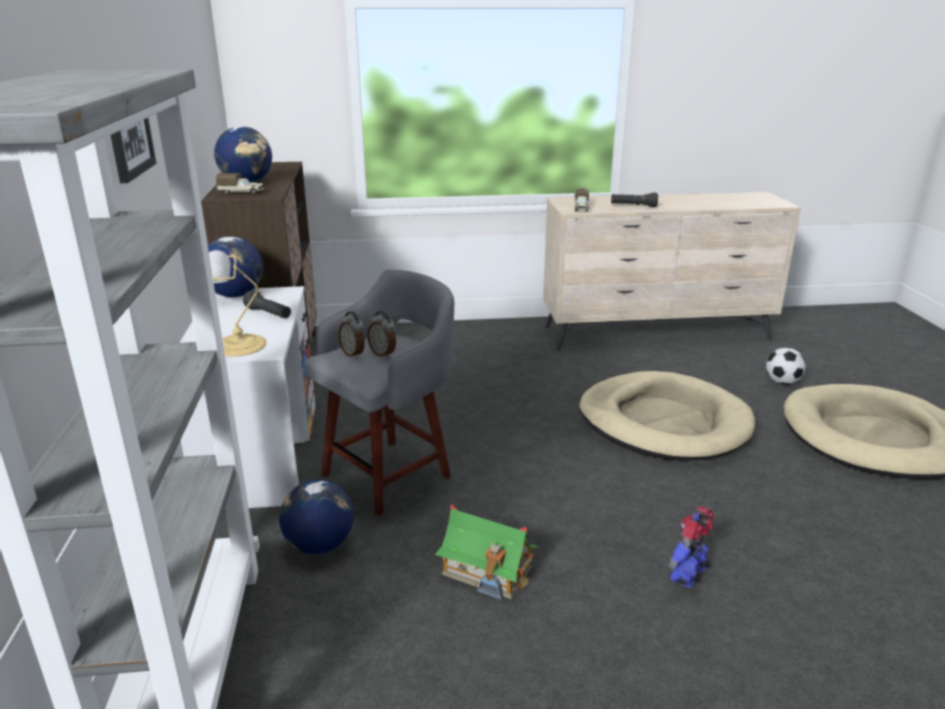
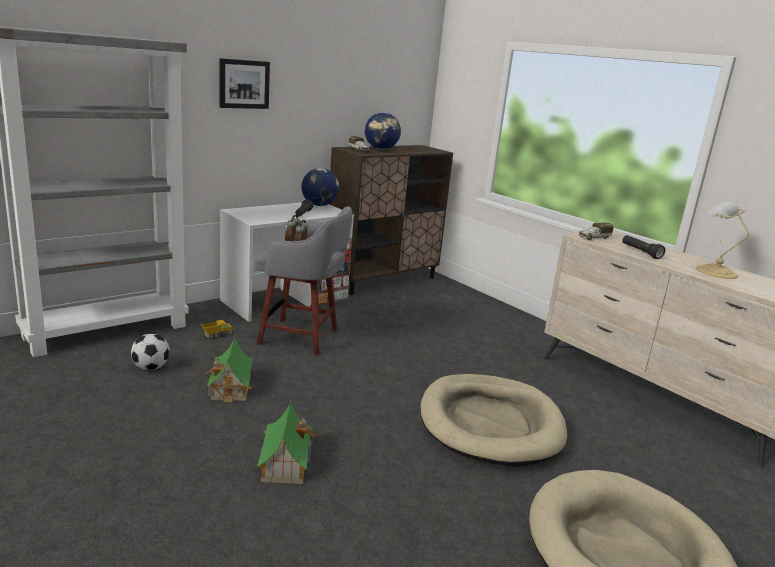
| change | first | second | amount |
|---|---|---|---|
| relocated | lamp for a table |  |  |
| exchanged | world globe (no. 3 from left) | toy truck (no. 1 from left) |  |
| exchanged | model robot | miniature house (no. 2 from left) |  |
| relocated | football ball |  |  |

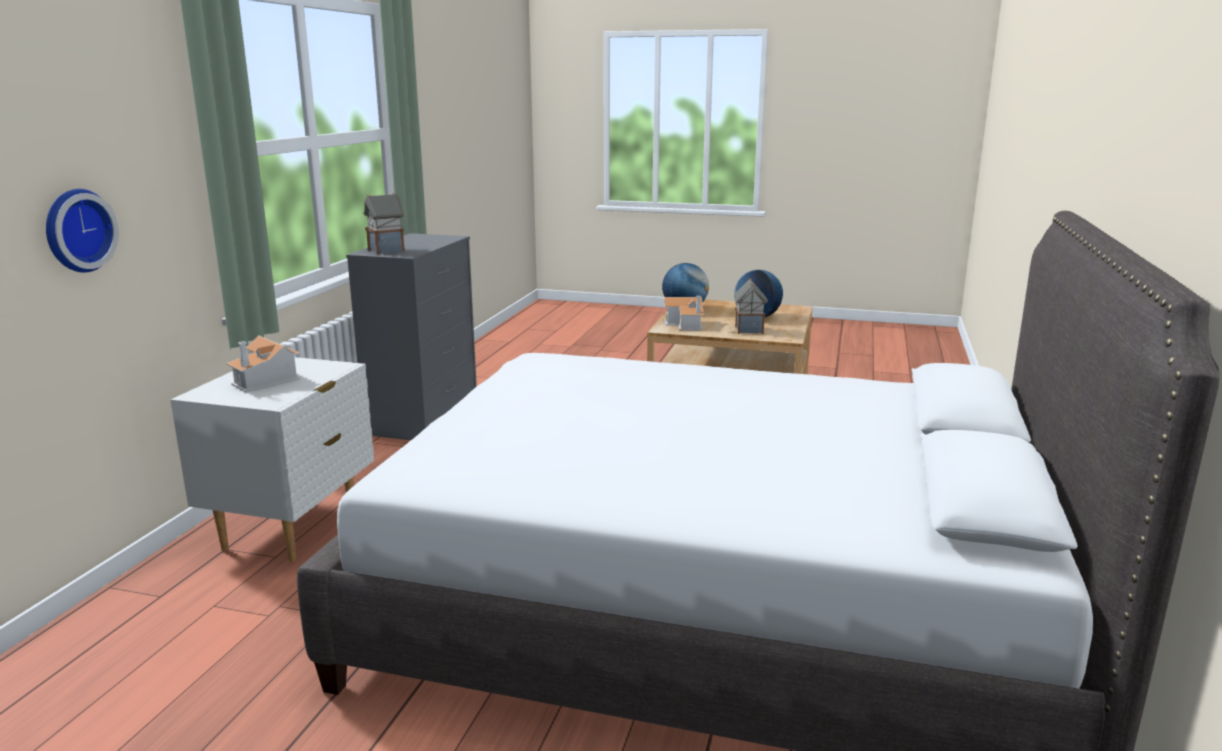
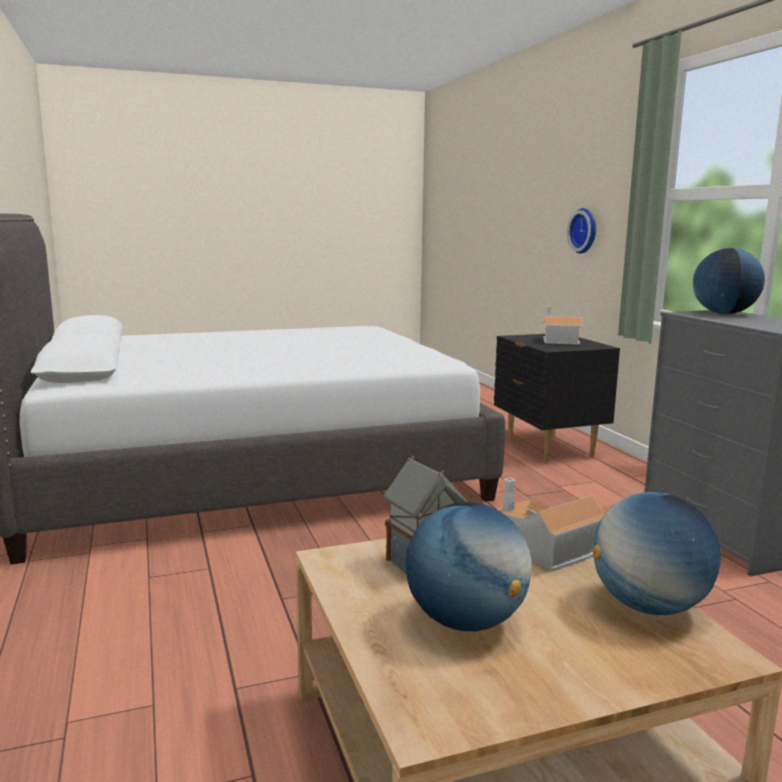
| change | first | second | amount |
|---|---|---|---|
| colour | whitish nightstand | black-coloured nightstand |  |
| exchanged | miniature house (no. 2 from left) | world globe (no. 3 from left) |  |

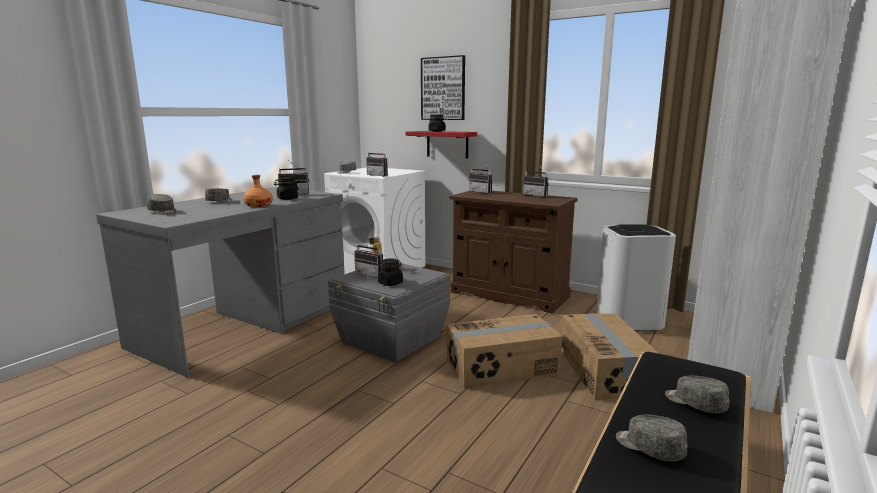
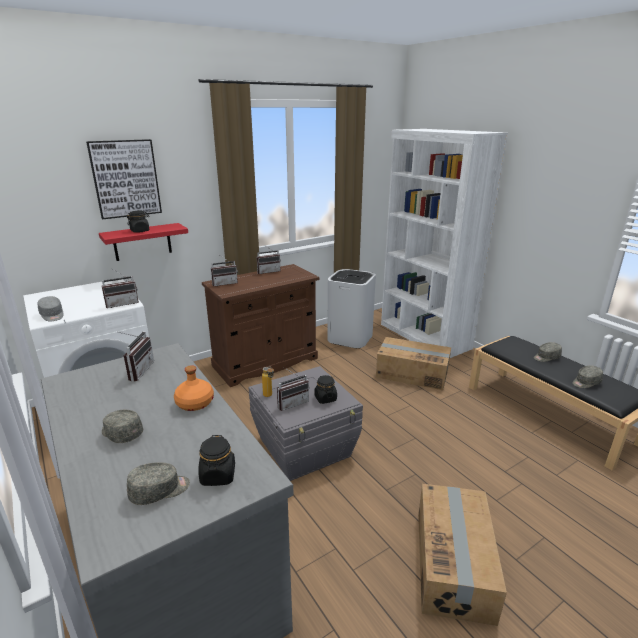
| change | first | second | amount |
|---|---|---|---|
| relocated | black-coloured storage jar (no. 1 from left in the first image) | black-coloured storage jar (no. 2 from left) |  |
| relocated | cardboard box (no. 1 from left in the first image) | cardboard box (no. 2 from left) |  |

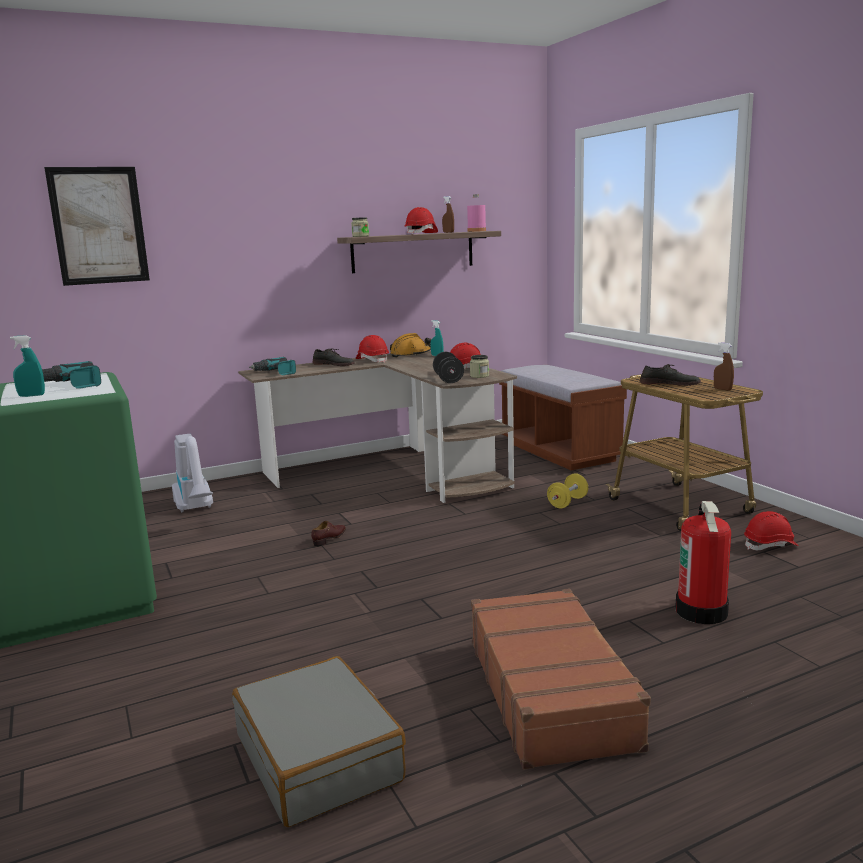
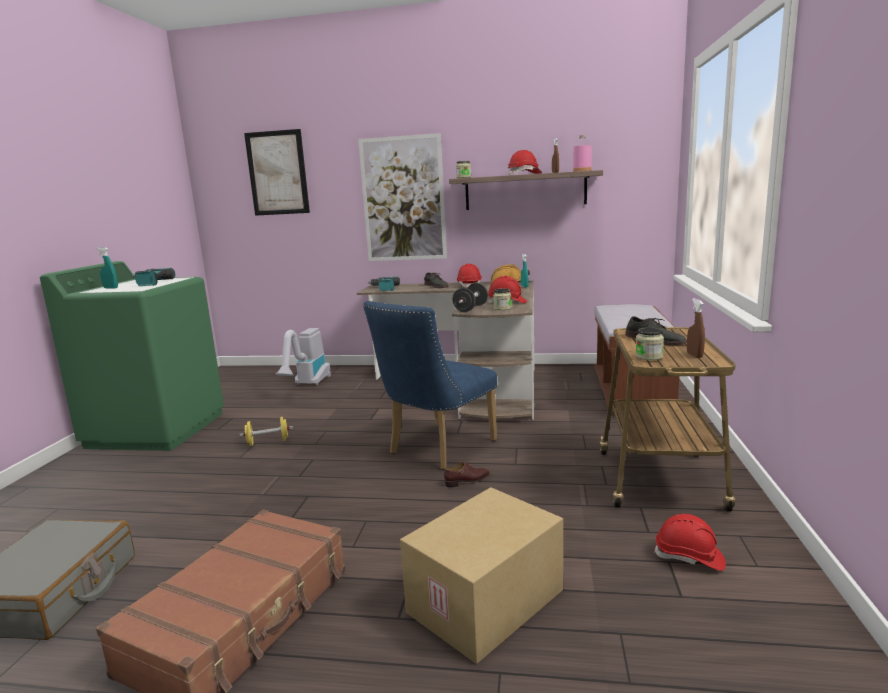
| change | first | second | amount |
|---|---|---|---|
| relocated | brown low shoe |  |  |
| relocated | yellow free weight |  |  |
| exchanged | extinguisher | cardboard box |  |
| appeared |  | wall picture (no. 2 from left) |  |
| appeared |  | blue-coloured upright chair |  |
| appeared |  | storage jar (no. 3 from left) |  |

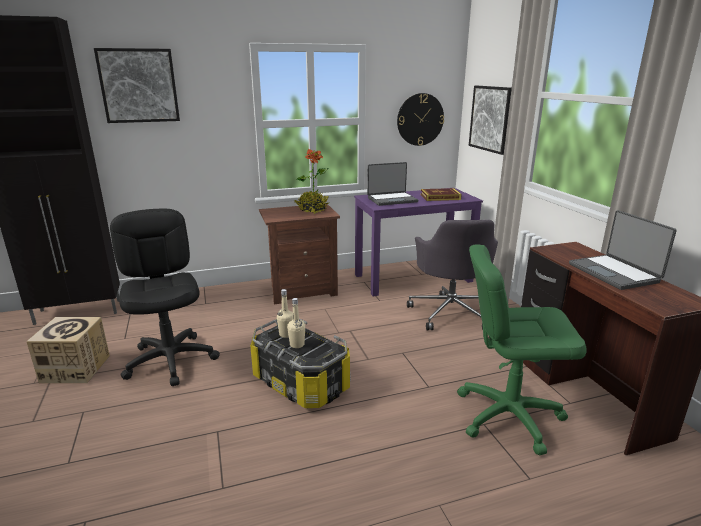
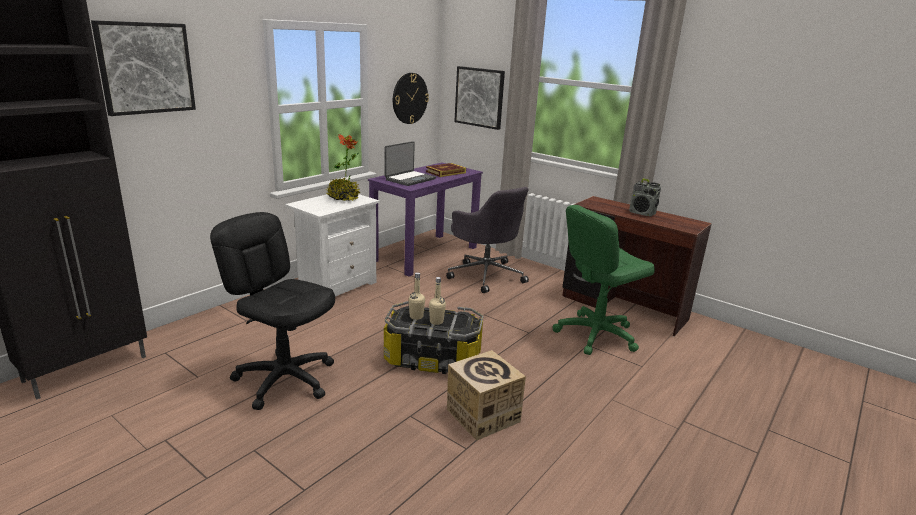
| change | first | second | amount |
|---|---|---|---|
| relocated | cardboard box |  |  |
| colour | brown nightstand | whitish nightstand |  |
| exchanged | laptop (no. 2 from left) | radio receiver |  |

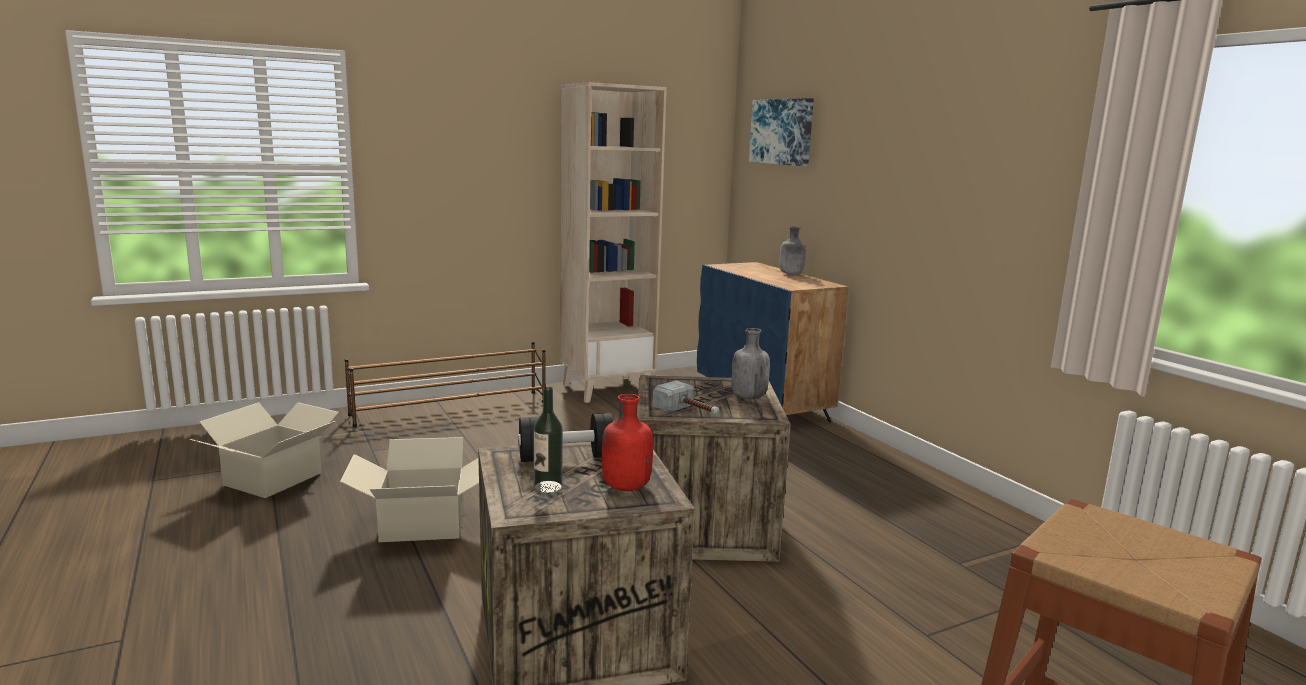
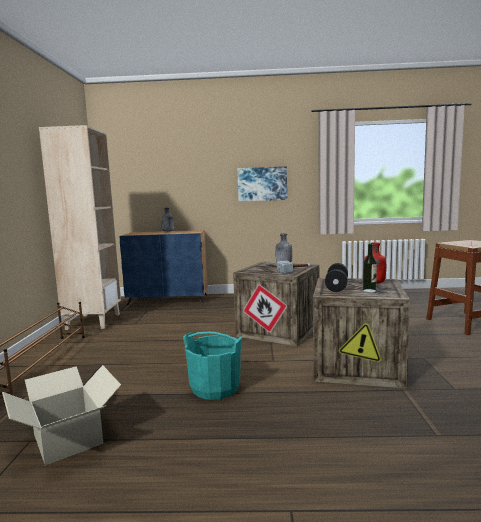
| change | first | second | amount |
|---|---|---|---|
| exchanged | cardboard box (no. 2 from left) | blue-green bucket |  |
| relocated | wall picture |  |  |

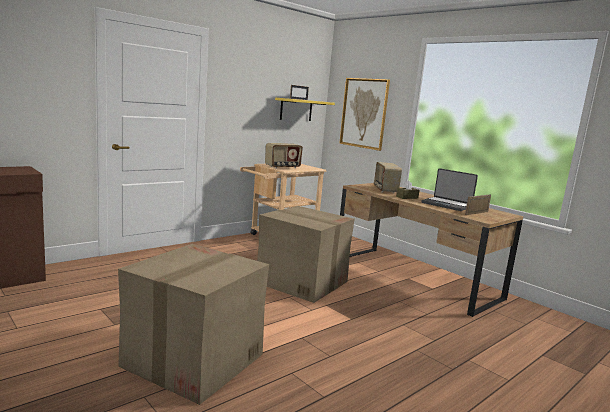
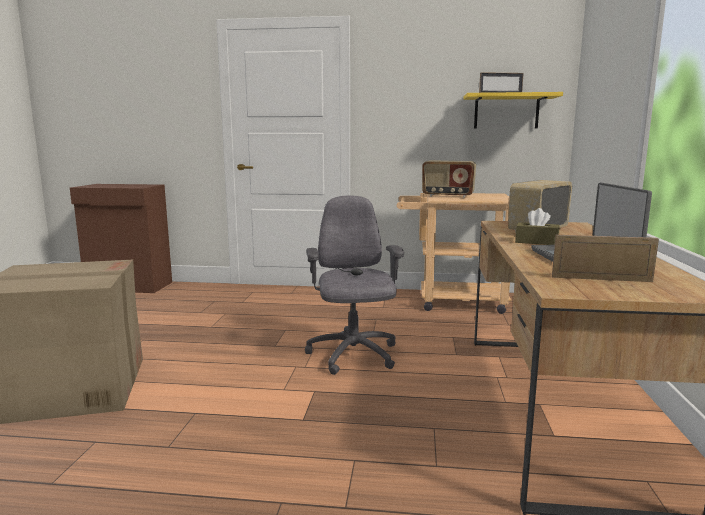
| change | first | second | amount |
|---|---|---|---|
| exchanged | cardboard box (no. 2 from left) | grey computer chair |  |
| missing | wall picture |  |  |

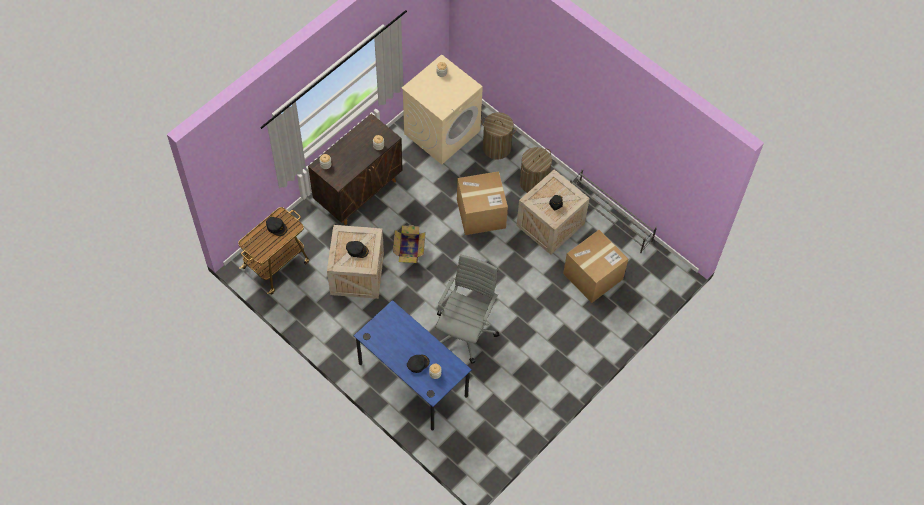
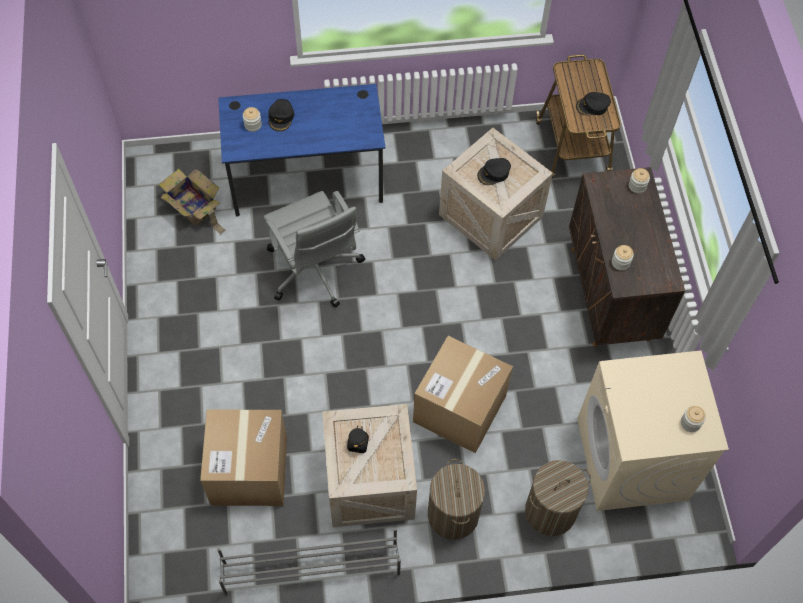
| change | first | second | amount |
|---|---|---|---|
| relocated | cardboard box (no. 1 from left) |  |  |

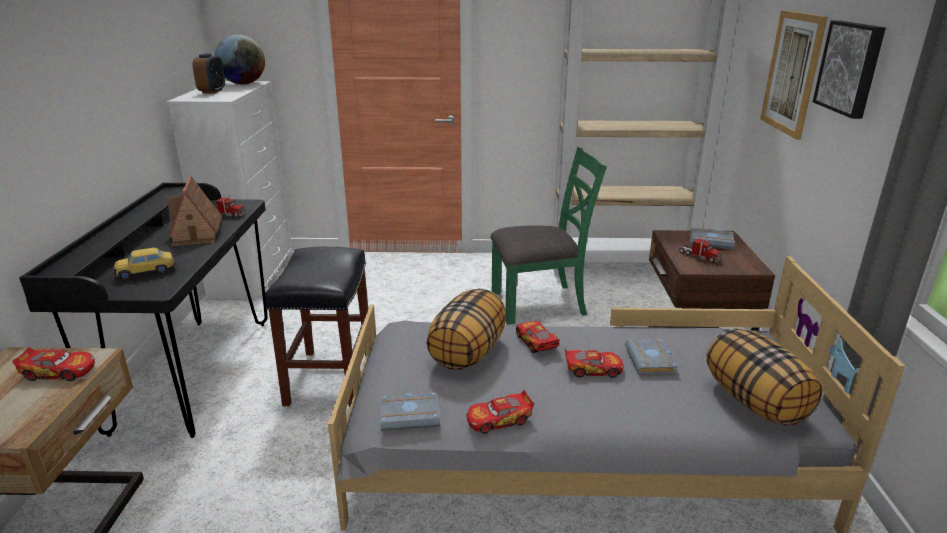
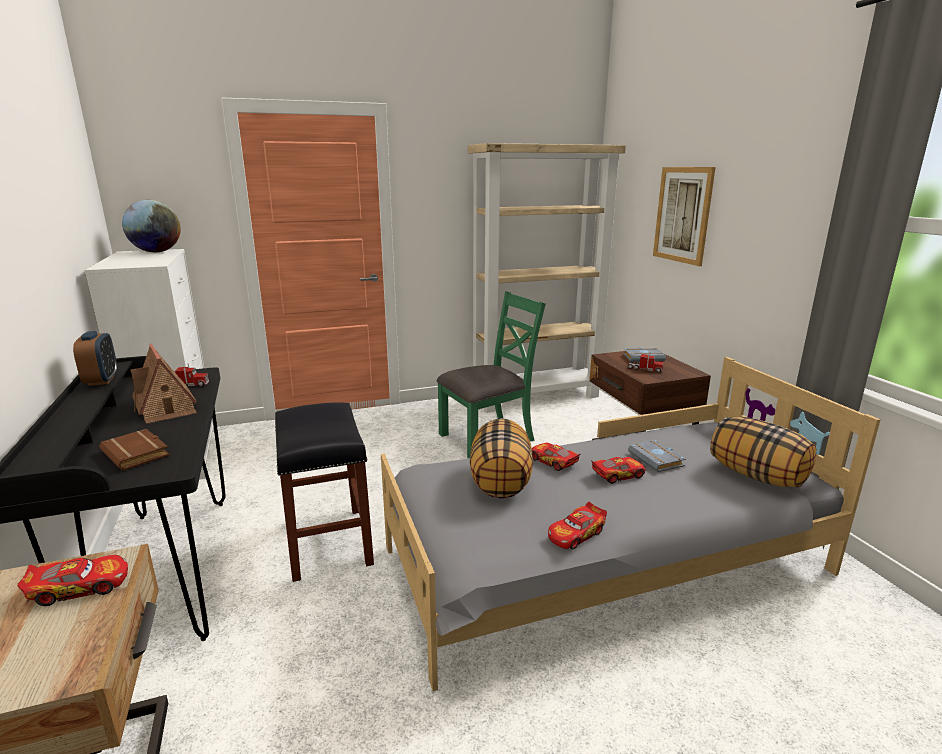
| change | first | second | amount |
|---|---|---|---|
| exchanged | toy car (no. 2 from left) | brown bound book |  |
| relocated | alarm clock |  |  |
| missing | grey bound book (no. 1 from left) |  |  |
| missing | wall picture (no. 2 from left) |  |  |

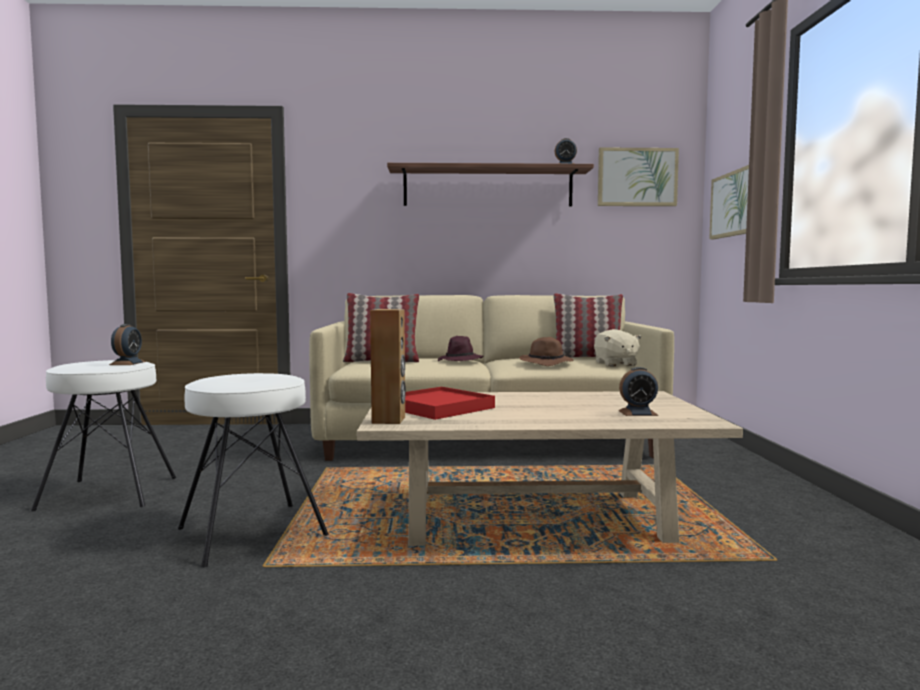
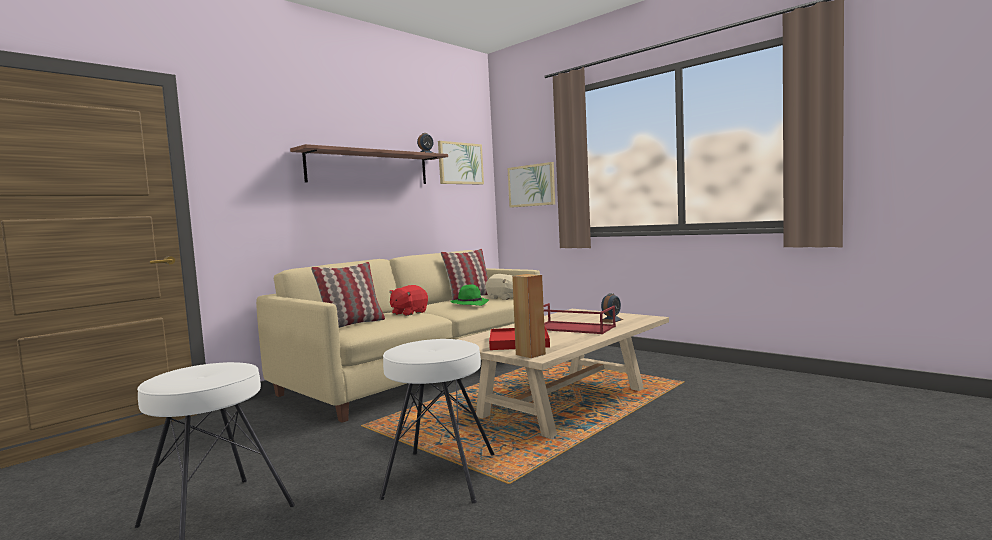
| change | first | second | amount |
|---|---|---|---|
| missing | alarm clock (no. 1 from left) |  |  |
| exchanged | purple wearable hat | red cuddly toy |  |
| colour | brown wearable hat | green wearable hat |  |
| appeared |  | red tray (no. 2 from left) |  |

